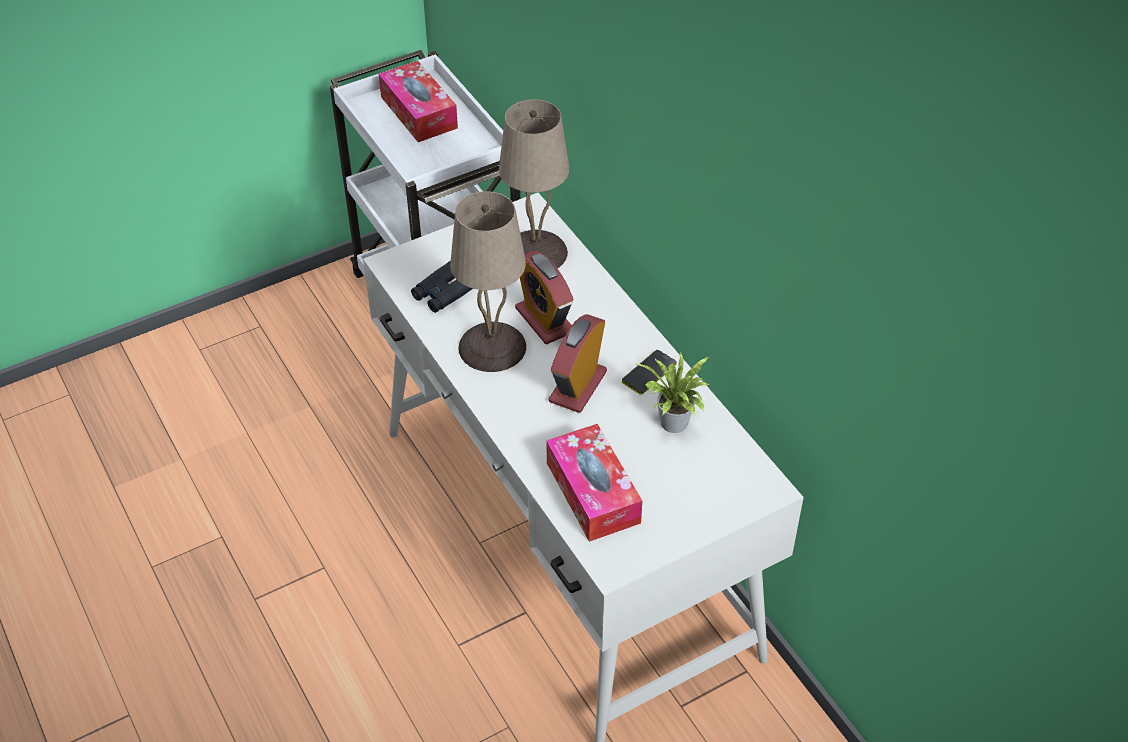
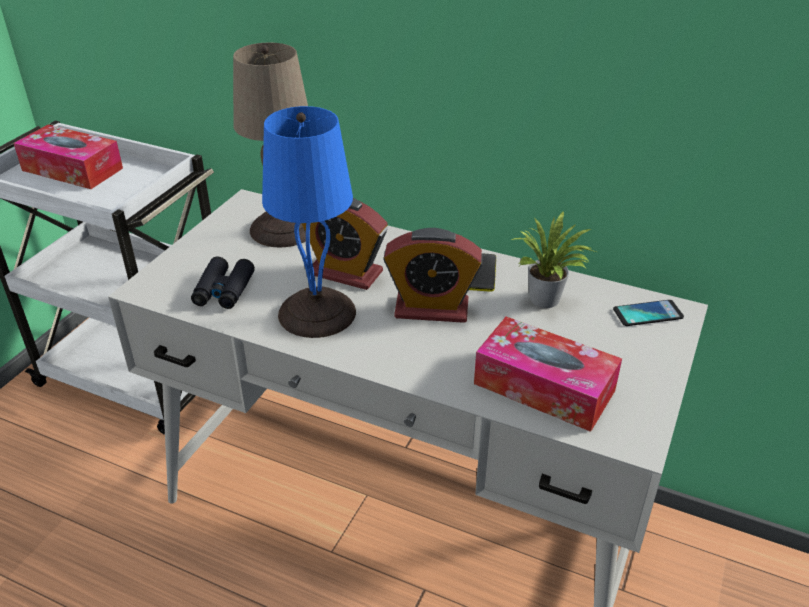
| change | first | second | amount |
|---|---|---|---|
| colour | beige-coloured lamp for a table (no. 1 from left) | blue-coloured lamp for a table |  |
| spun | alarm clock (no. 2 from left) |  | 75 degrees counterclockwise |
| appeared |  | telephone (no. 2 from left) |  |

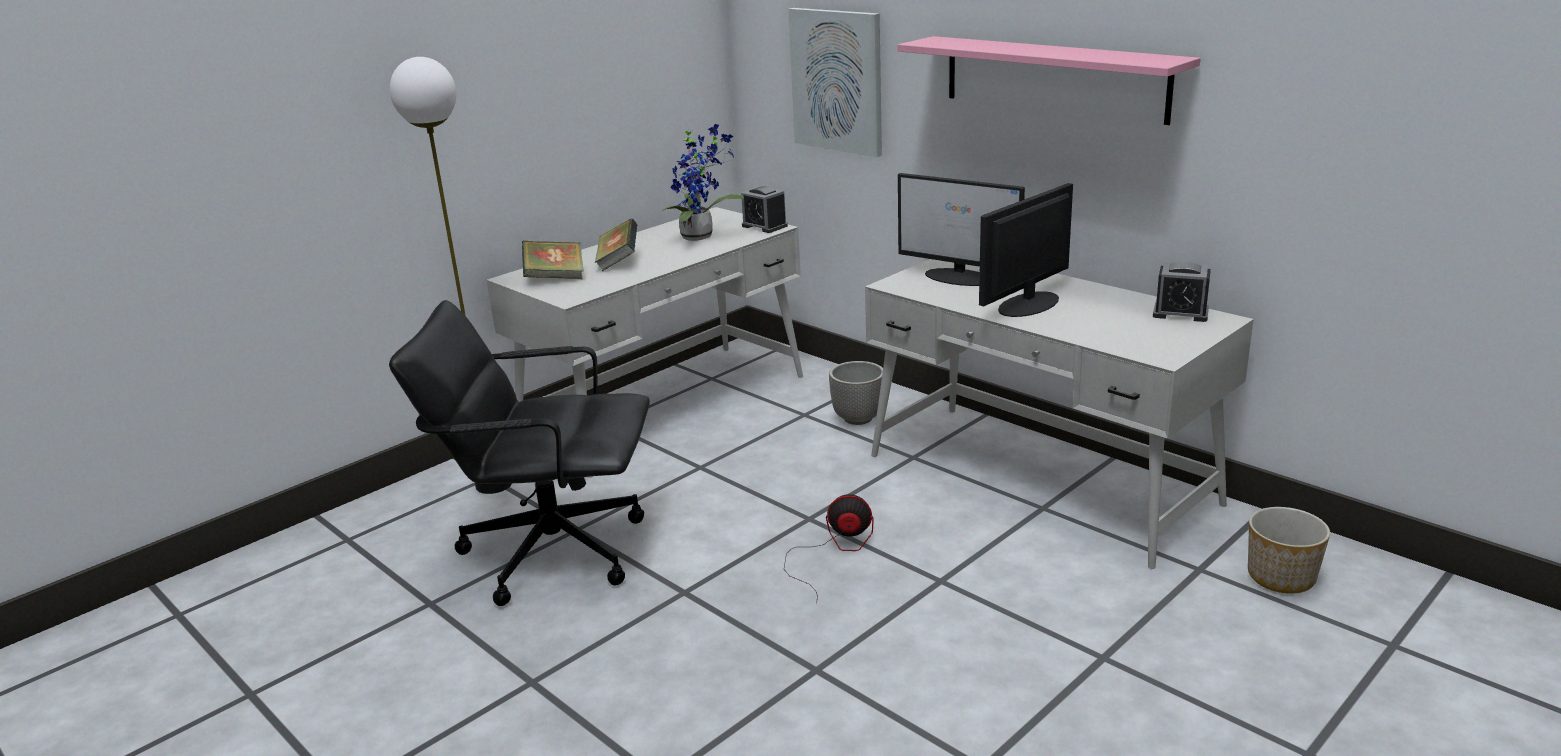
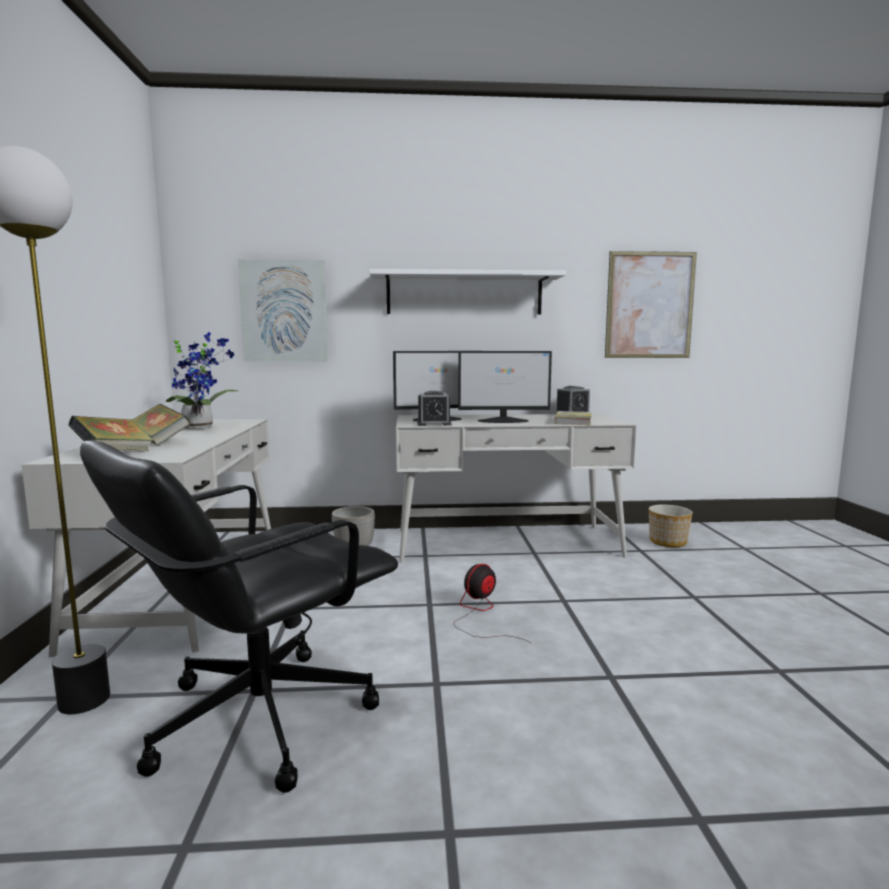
| change | first | second | amount |
|---|---|---|---|
| relocated | alarm clock (no. 1 from left) |  |  |
| colour | pink bracket shelf | whitish bracket shelf |  |
| spun | computer screen (no. 2 from left) |  | 90 degrees counterclockwise |
| appeared |  | bound book (no. 3 from left) |  |
| appeared |  | wall picture (no. 2 from left) |  |

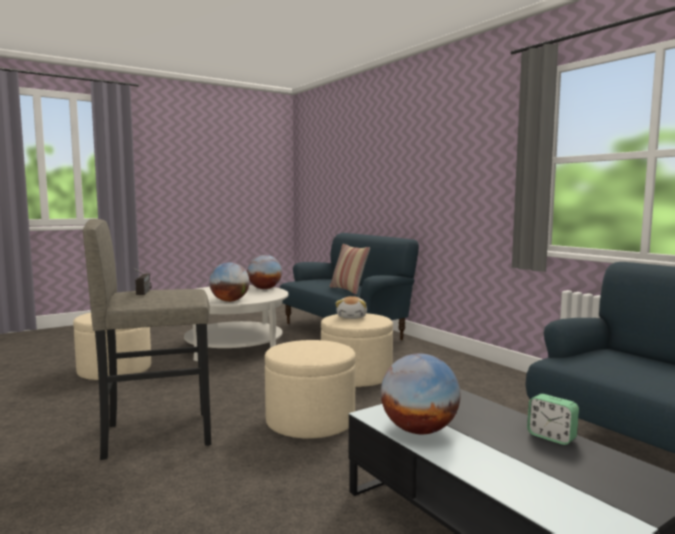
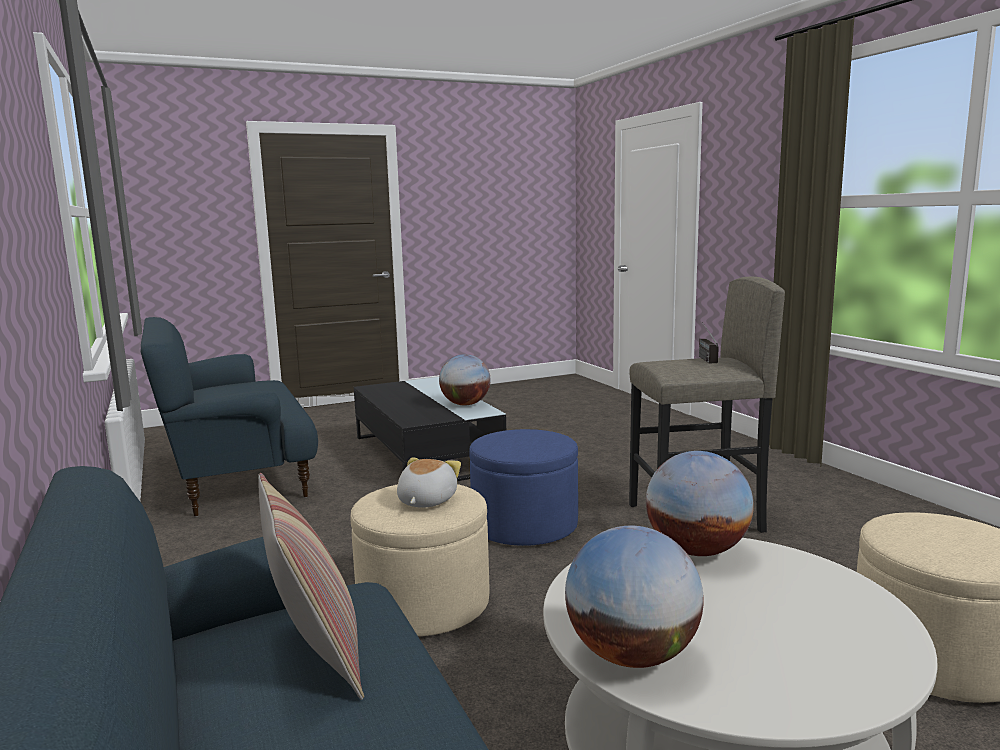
| change | first | second | amount |
|---|---|---|---|
| colour | beige-coloured ottoman (no. 2 from left) | blue-coloured ottoman |  |
| missing | alarm clock |  |  |

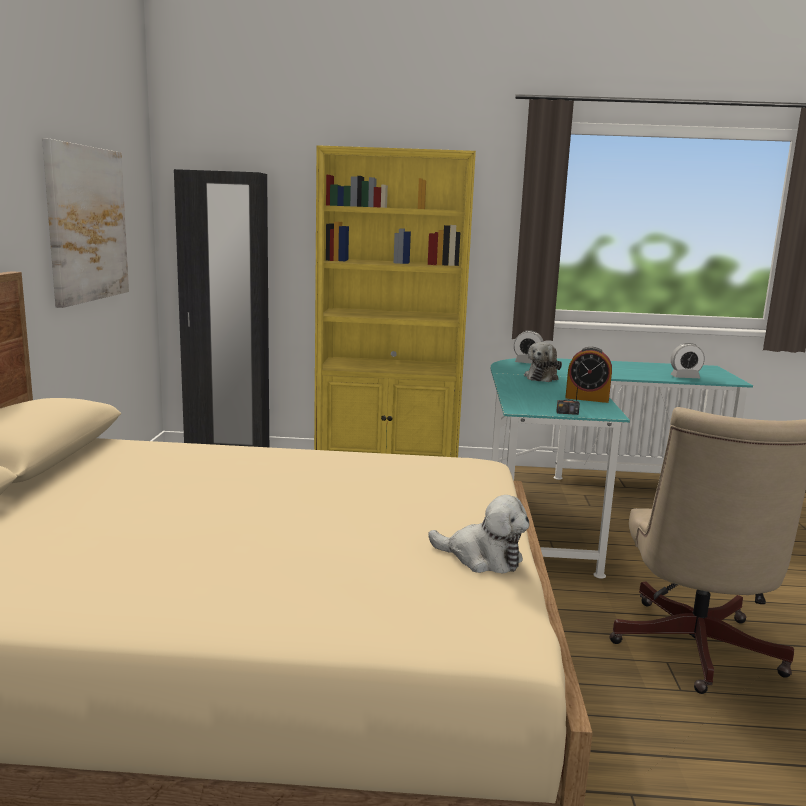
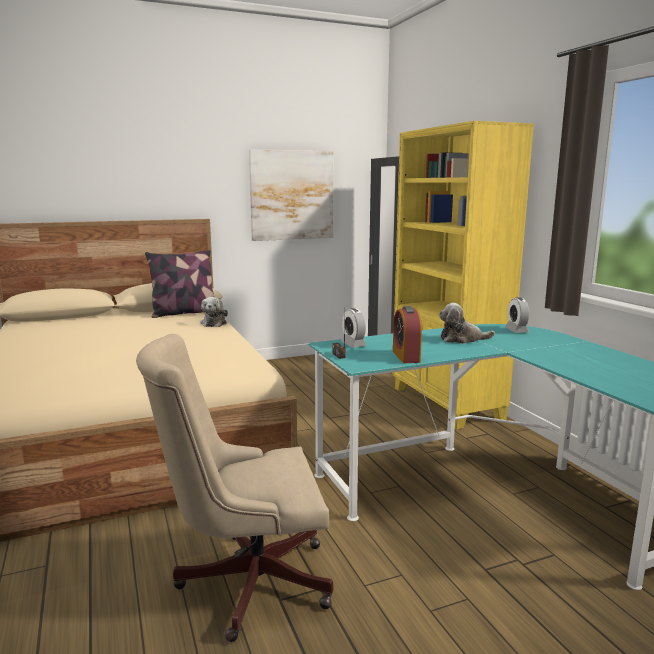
| change | first | second | amount |
|---|---|---|---|
| relocated | cuddly toy (no. 1 from left) |  |  |
| relocated | alarm clock (no. 3 from left in the first image) | alarm clock (no. 1 from left) |  |
| appeared |  | throw pillow |  |

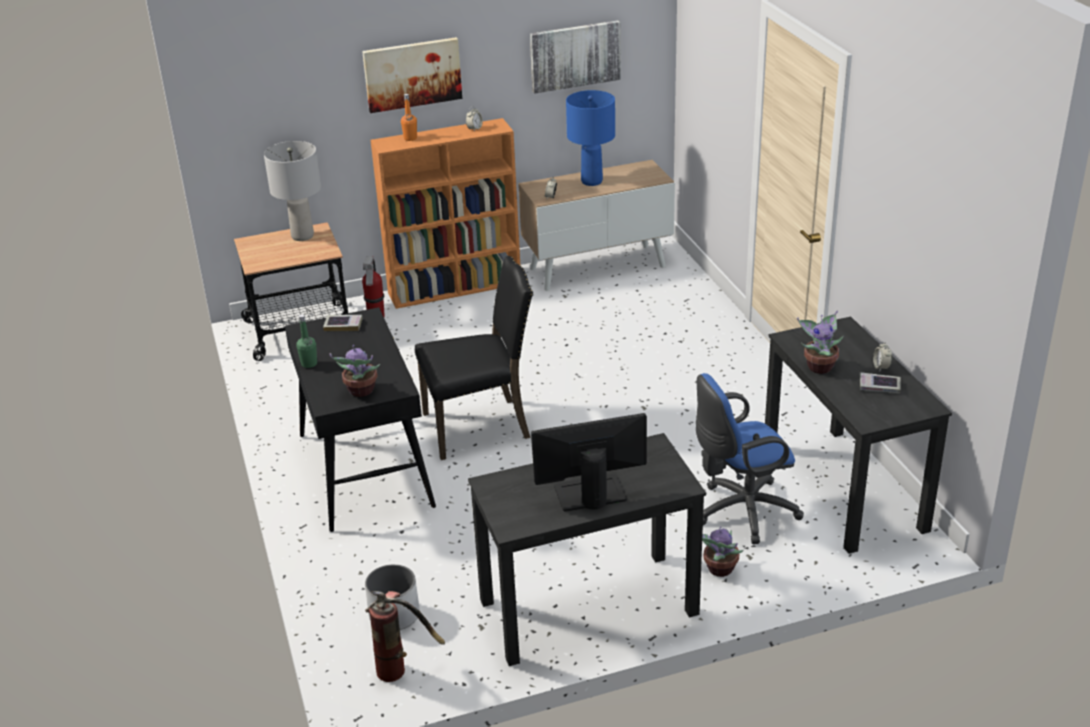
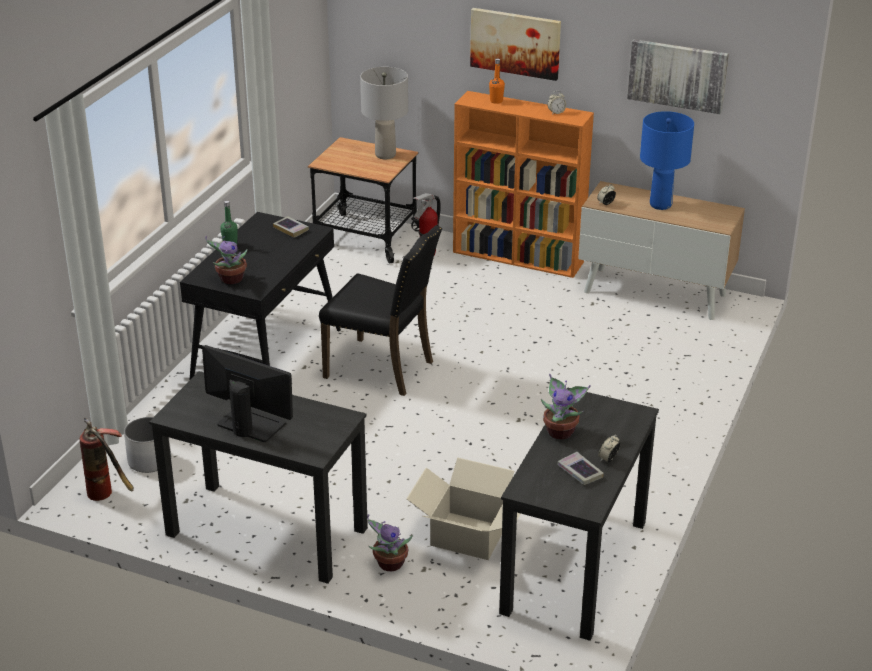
| change | first | second | amount |
|---|---|---|---|
| exchanged | blue-coloured computer chair | cardboard box |  |

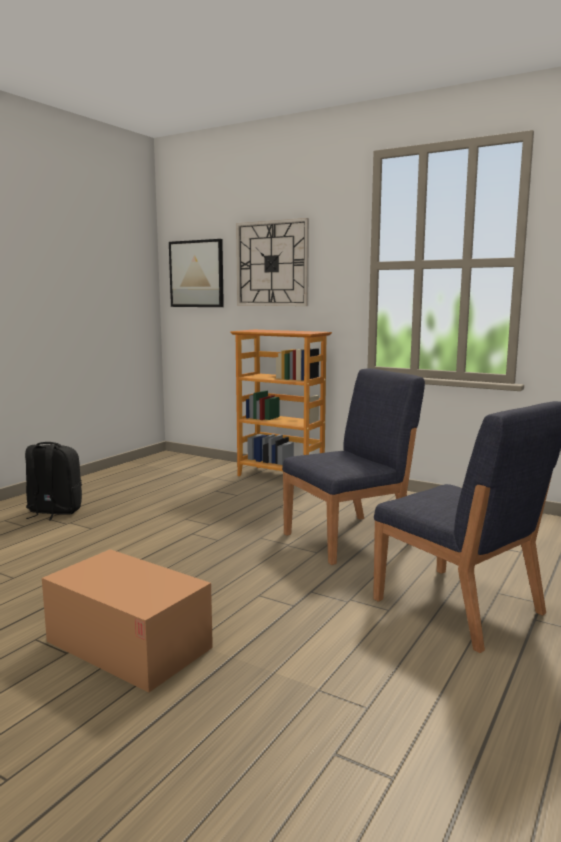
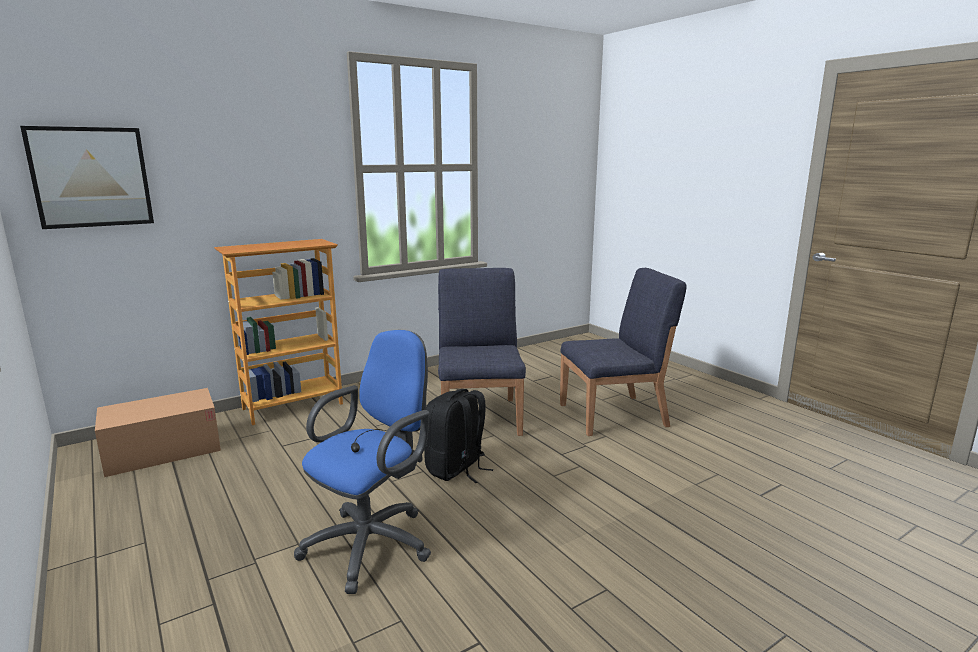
| change | first | second | amount |
|---|---|---|---|
| relocated | black-coloured rucksack |  |  |
| relocated | cardboard box |  |  |
| missing | hanging clock |  |  |
| appeared |  | blue-coloured computer chair |  |

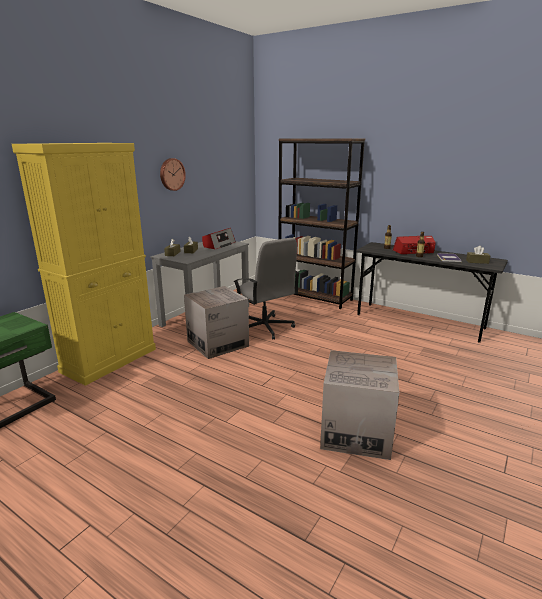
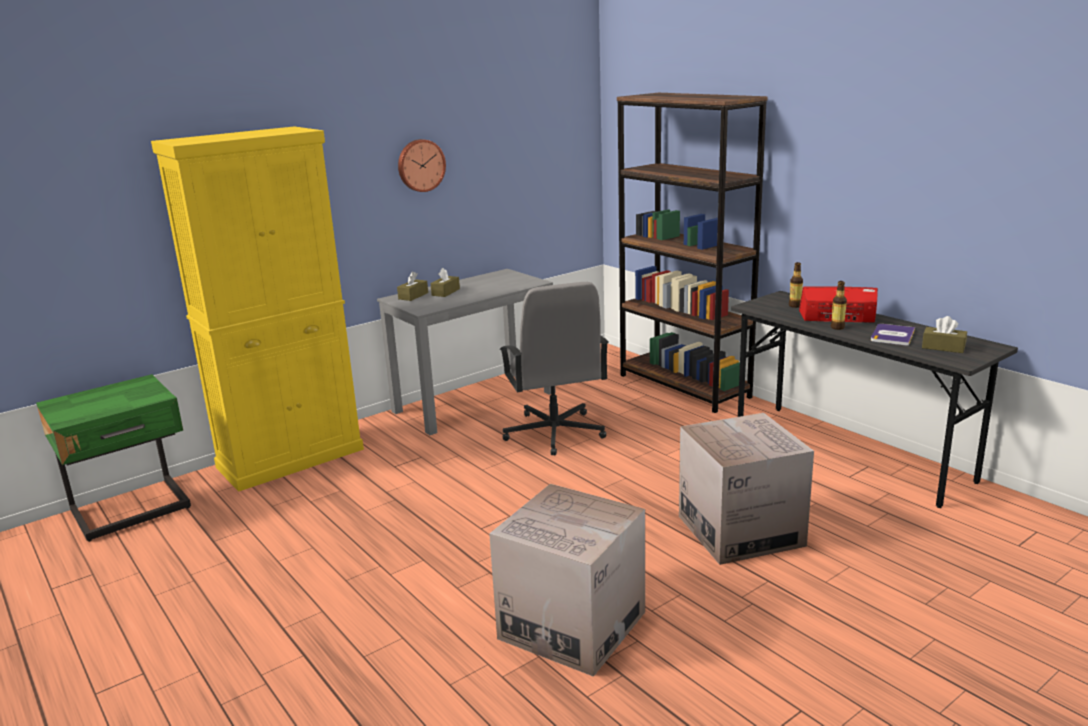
| change | first | second | amount |
|---|---|---|---|
| relocated | cardboard box (no. 1 from left in the first image) | cardboard box (no. 2 from left) |  |
| missing | radio receiver (no. 1 from left) |  |  |

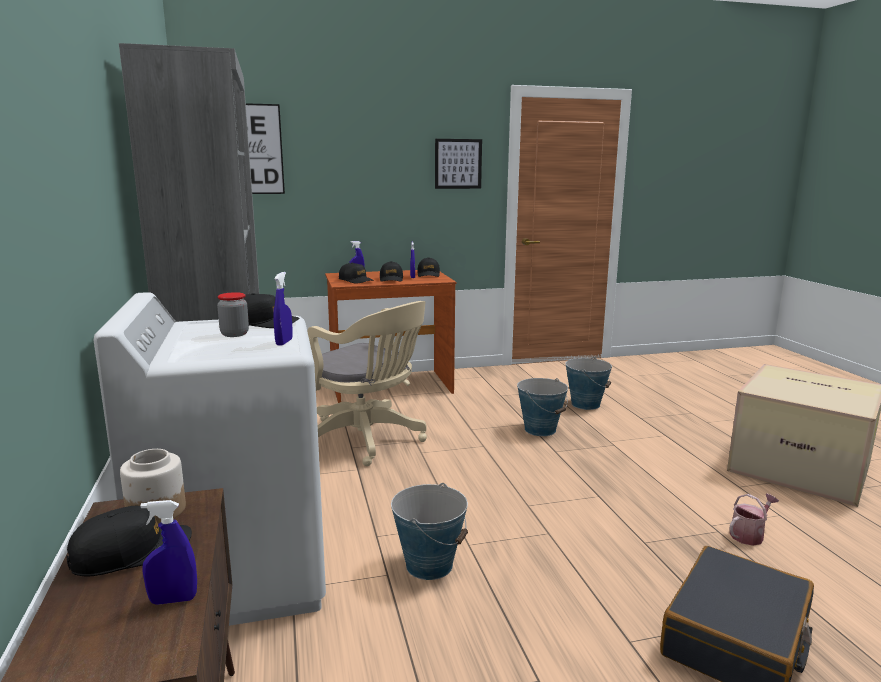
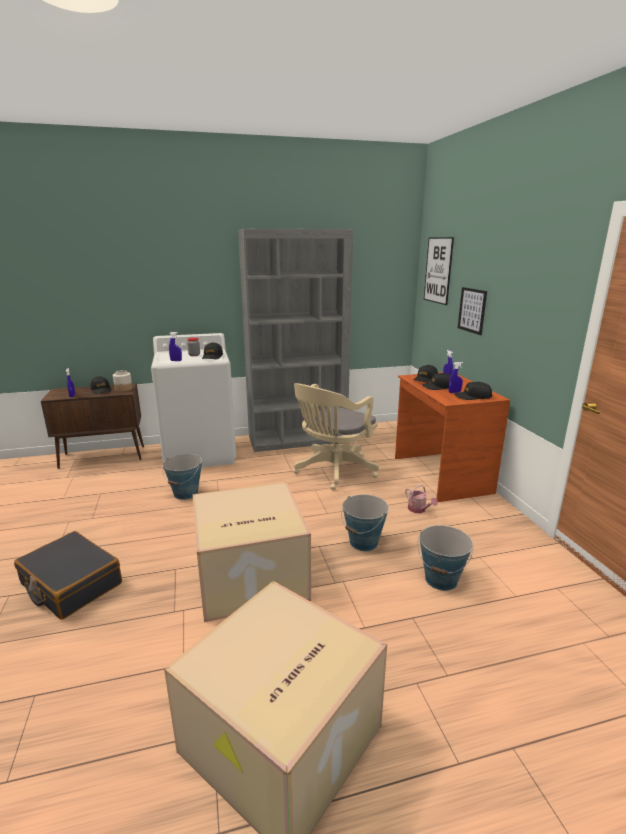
| change | first | second | amount |
|---|---|---|---|
| relocated | wall picture (no. 2 from left) |  |  |
| relocated | watering pot |  |  |
| appeared |  | cardboard box (no. 1 from left) |  |

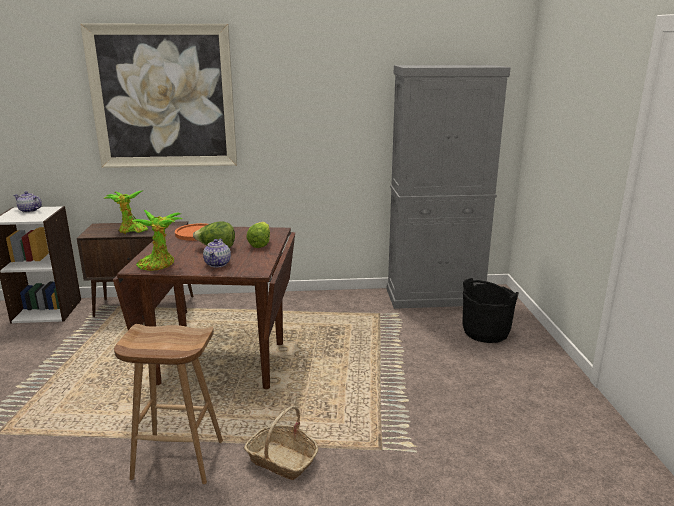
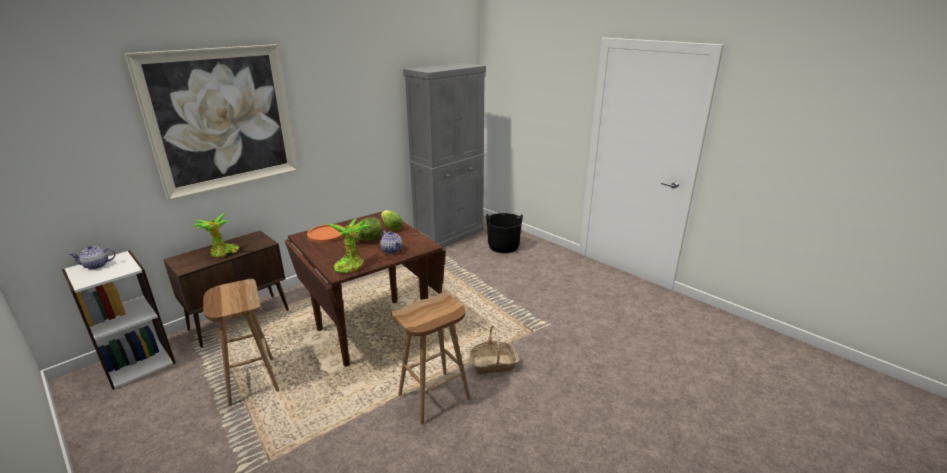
| change | first | second | amount |
|---|---|---|---|
| appeared |  | brown stool seat (no. 1 from left) |  |

